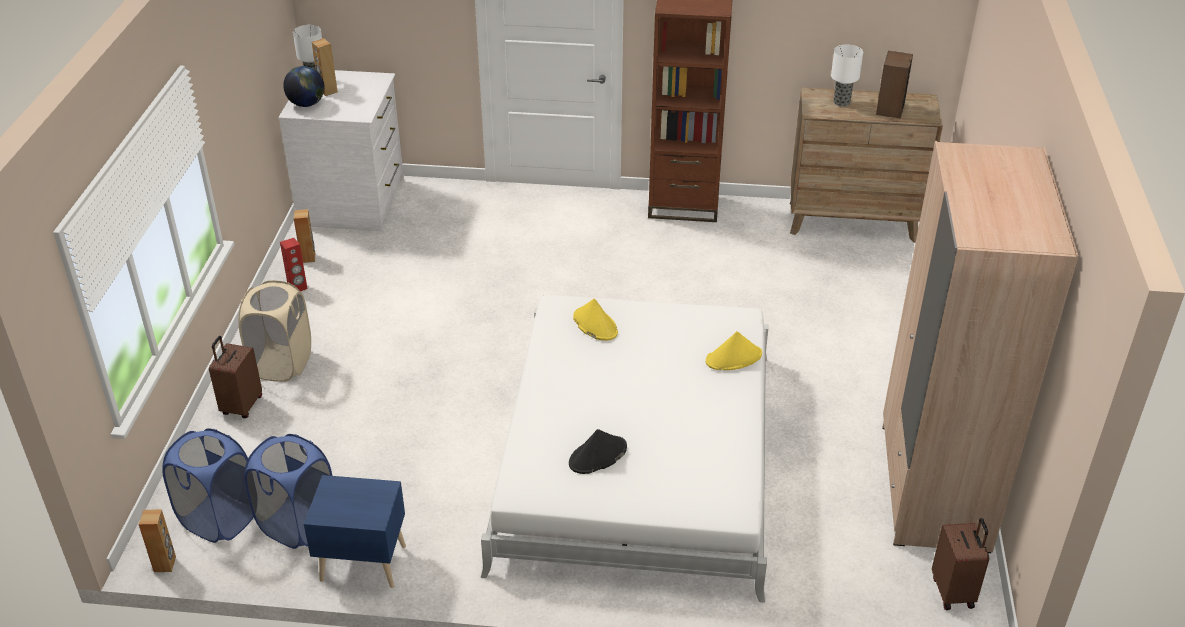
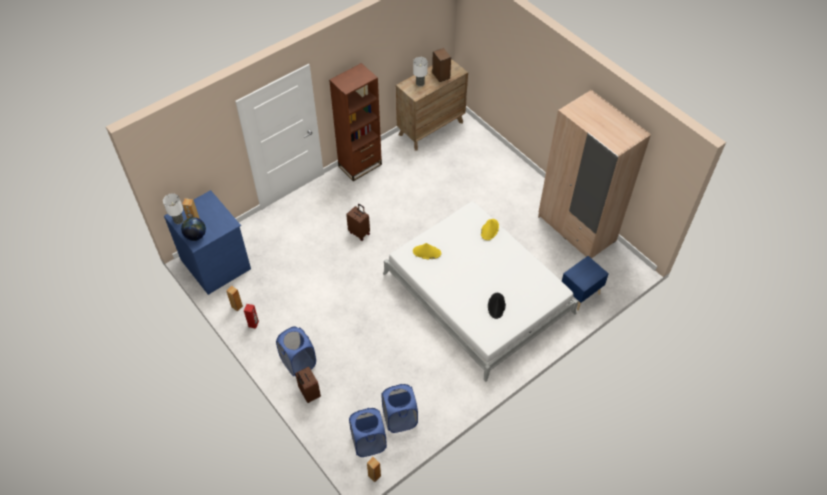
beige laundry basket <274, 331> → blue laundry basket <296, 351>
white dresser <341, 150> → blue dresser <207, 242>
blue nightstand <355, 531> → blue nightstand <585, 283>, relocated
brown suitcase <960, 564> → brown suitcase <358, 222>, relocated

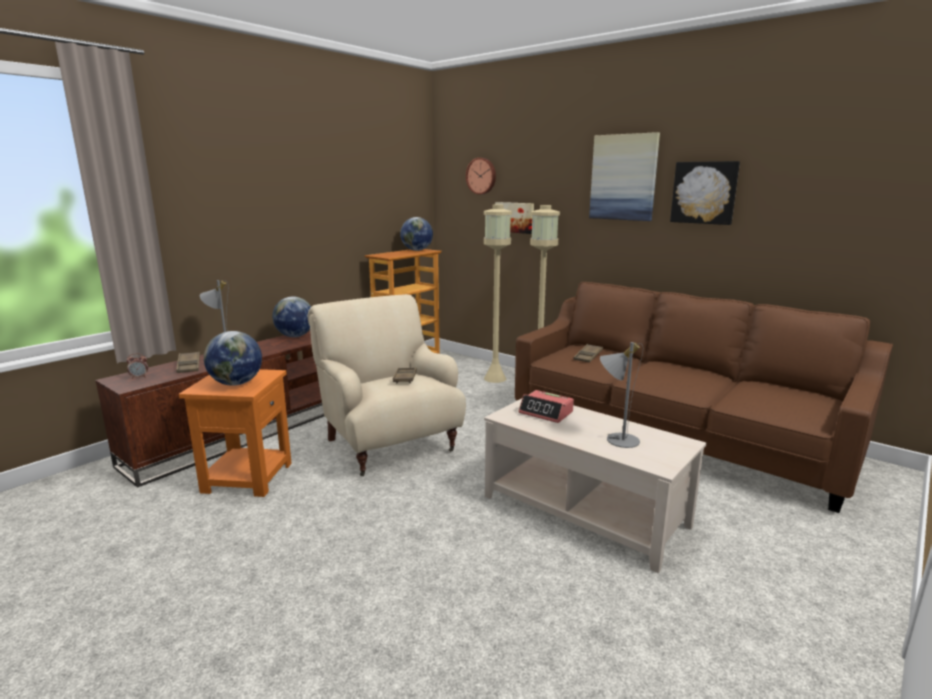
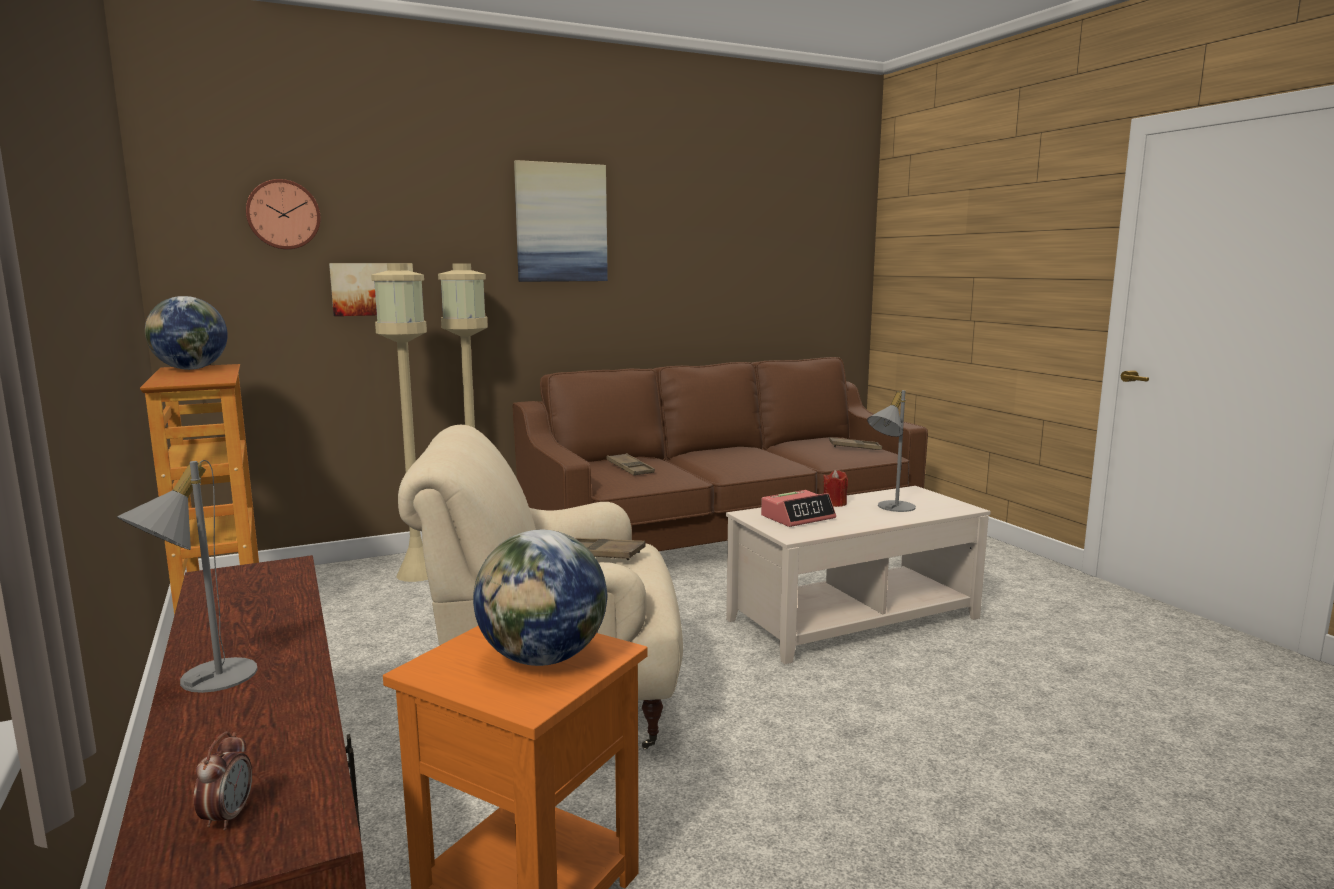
brown tray <188, 362> → brown tray <855, 443>, relocated
globe <291, 316> → -
picture <705, 193> → -
- → red candle <836, 488>

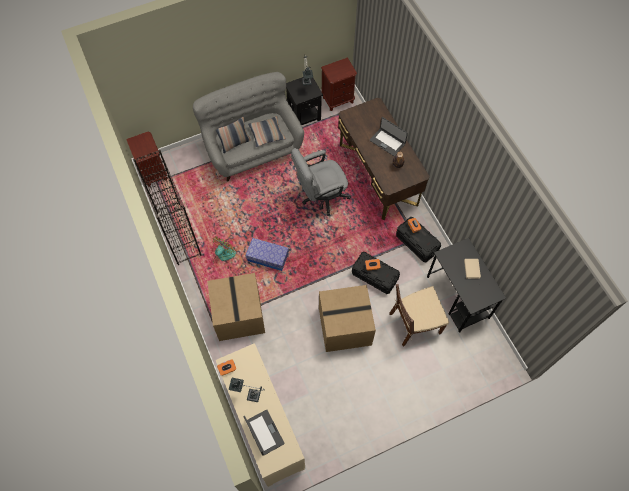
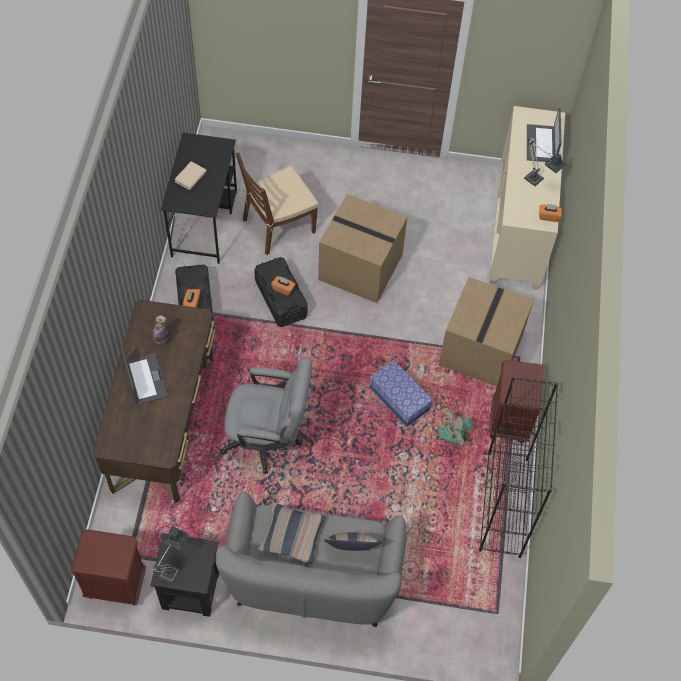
brown nightstand <146, 159> → brown nightstand <516, 402>, relocated
brown chair <419, 315> → brown chair <277, 204>, 135 degrees clockwise

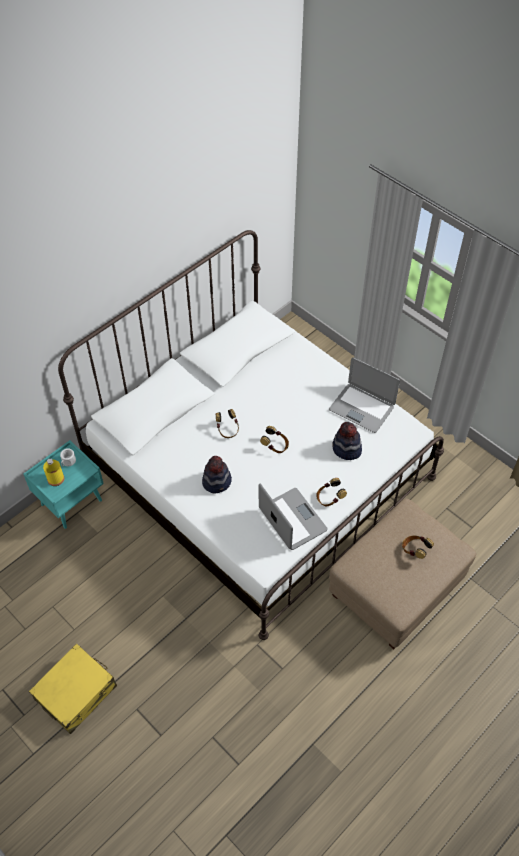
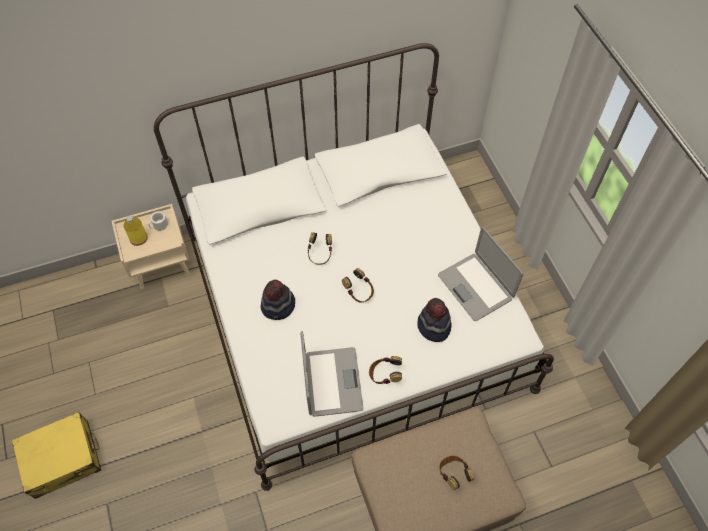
turquoise nightstand <64, 484> → beige nightstand <151, 246>

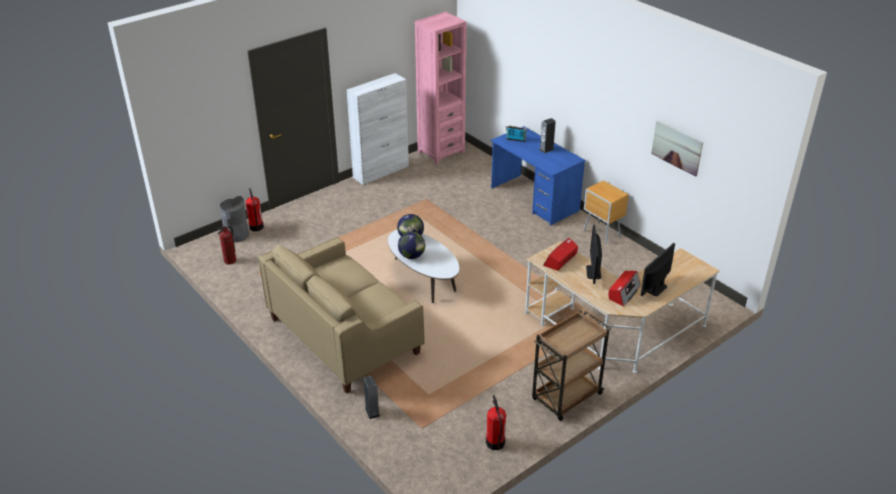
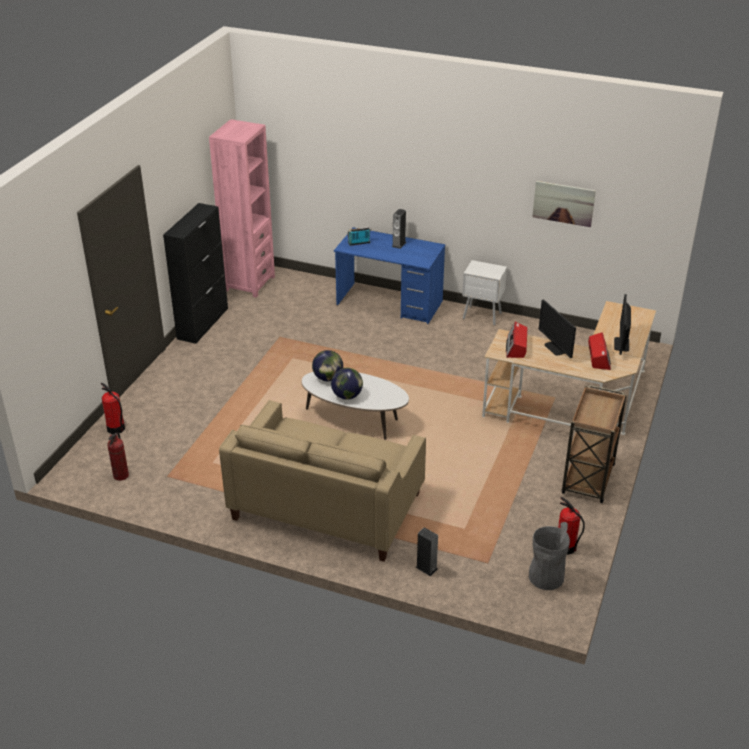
grey trash can <234, 219> → grey trash can <549, 556>, relocated
white cabinet <378, 129> → black cabinet <195, 273>
brown nightstand <606, 212> → white nightstand <484, 293>

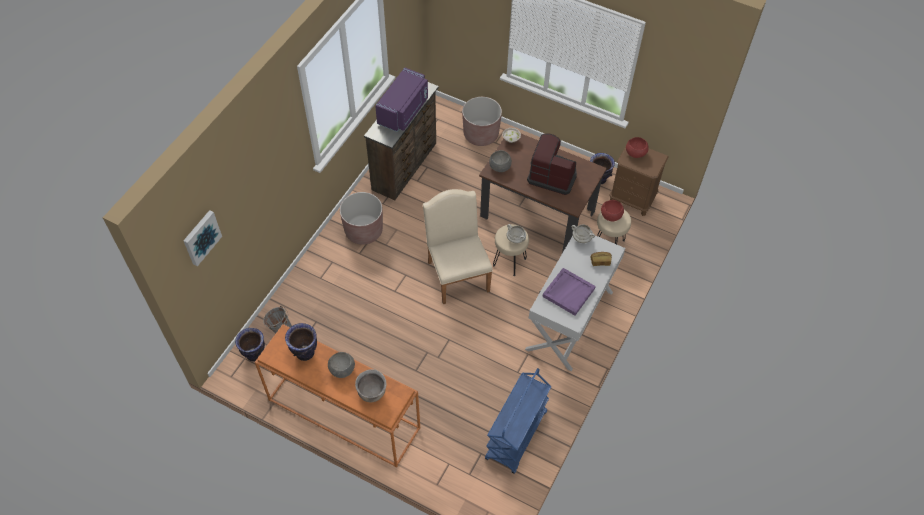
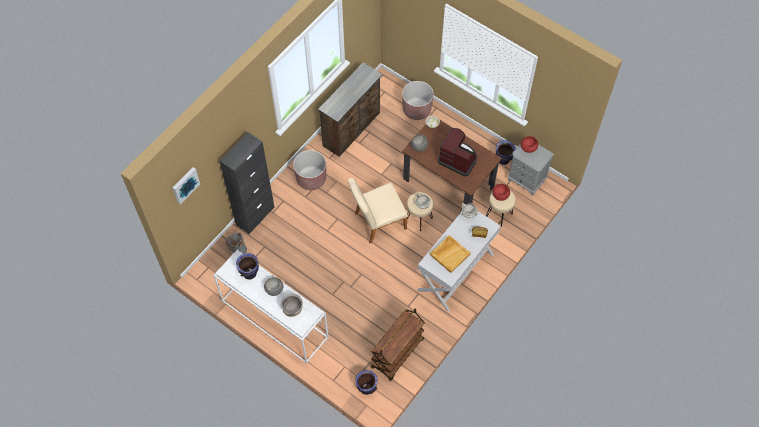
vase <250, 344> → vase <366, 382>, relocated
orange console table <337, 396> → white console table <271, 307>
purple microwave <401, 99> → -
beige chair <458, 246> → beige chair <378, 210>, 105 degrees counterclockwise
blue cart <518, 421> → brown cart <398, 345>
purple tray <569, 292> → beige tray <450, 254>
brown nightstand <639, 181> → grey nightstand <531, 169>
- → black cabinet <247, 183>

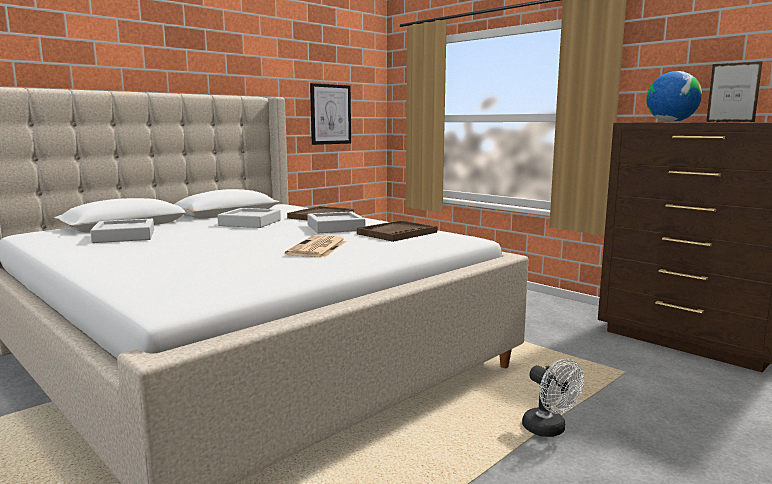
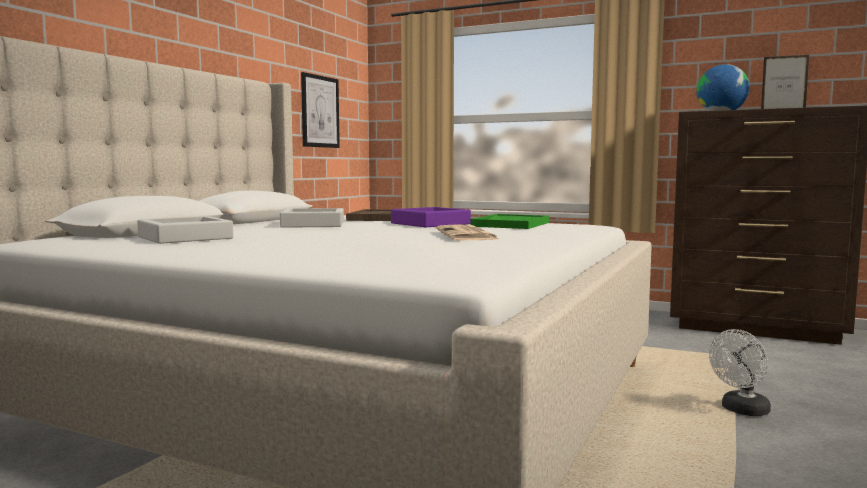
grey tray <336, 222> → purple tray <431, 217>
brown tray <397, 231> → green tray <509, 221>
white fan <553, 398> → white fan <740, 372>, 105 degrees clockwise

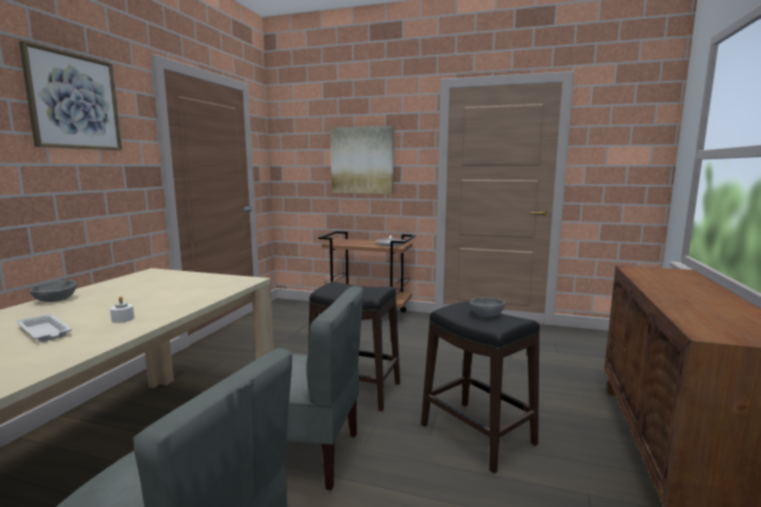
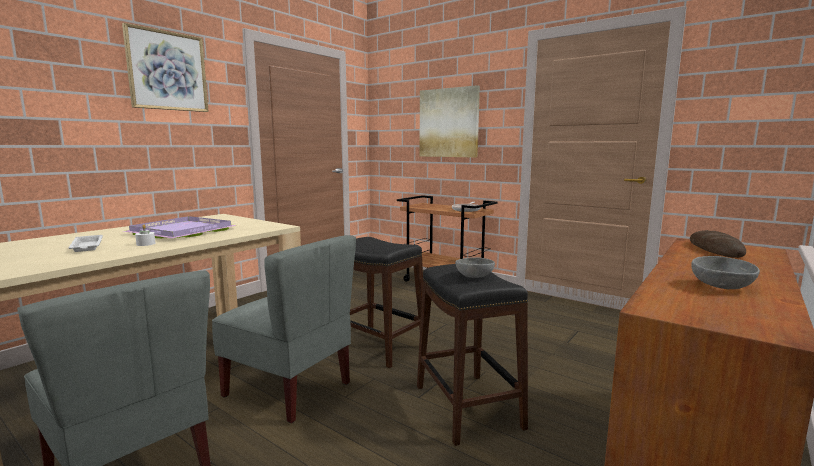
grey bowl <53, 291> → grey bowl <725, 272>, relocated
- → purple tray <180, 227>
- → bread <718, 244>

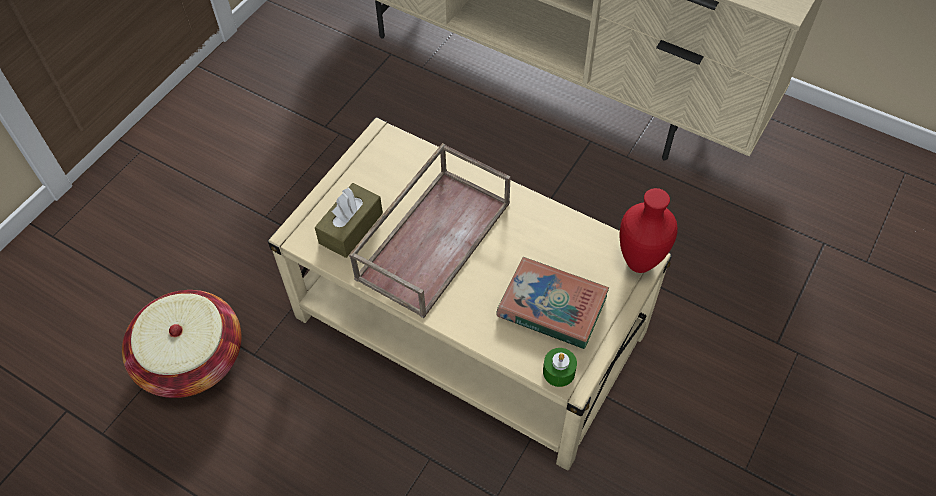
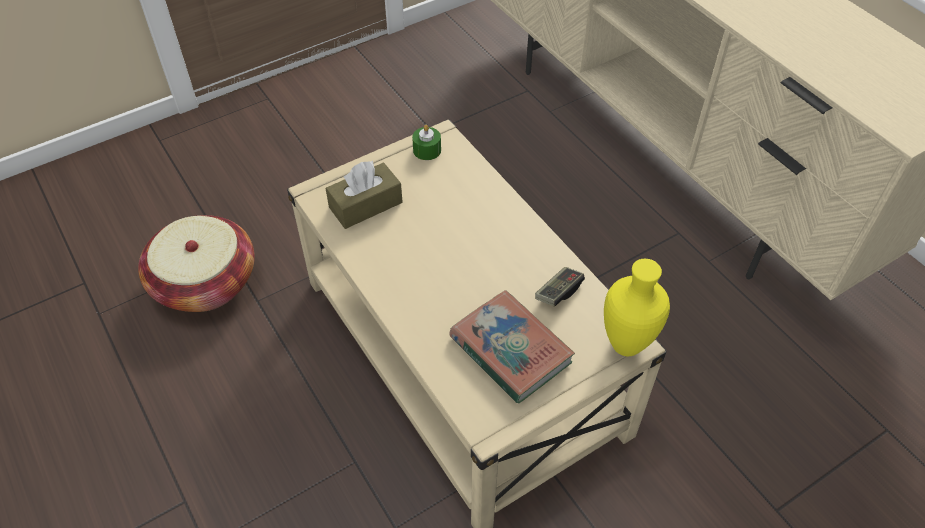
brown tray <430, 230> → -
green candle <560, 367> → green candle <426, 142>, relocated
red vase <649, 230> → yellow vase <637, 308>
- → game controller <560, 286>

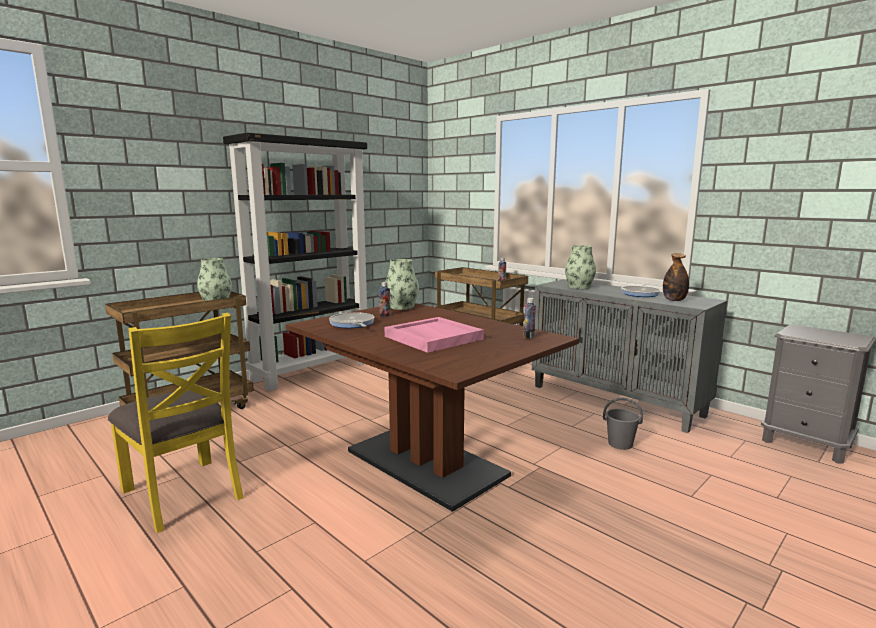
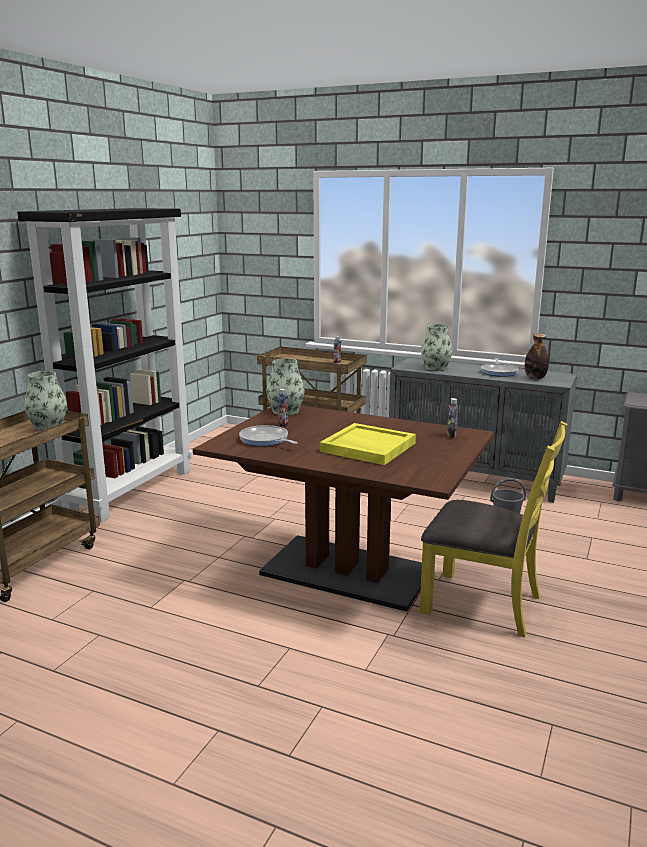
yellow chair <176, 423> → yellow chair <494, 529>, relocated
pink tray <434, 335> → yellow tray <368, 444>

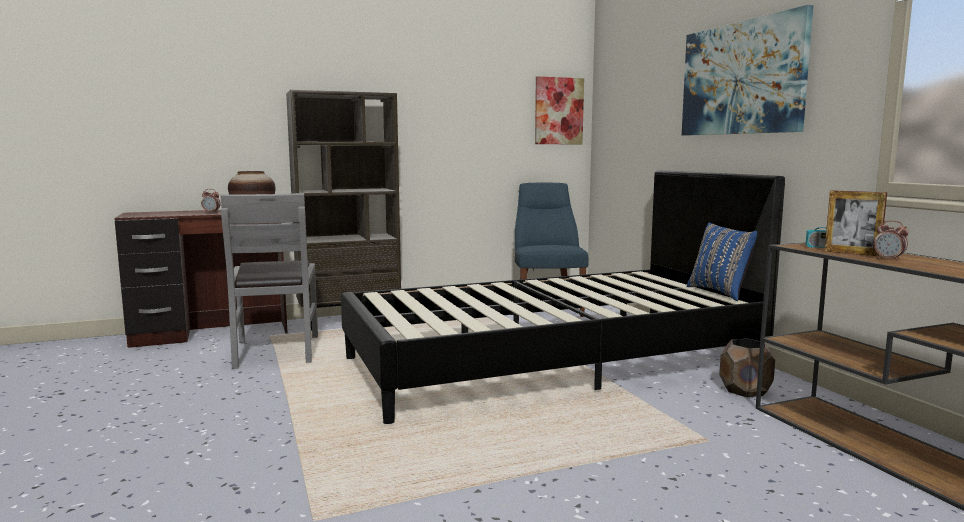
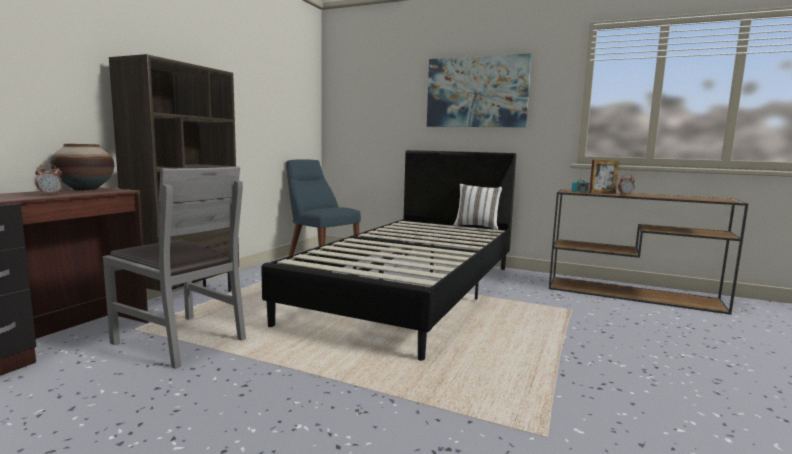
picture <559, 110> → -
blue pillow <722, 262> → white pillow <477, 207>
brown planter <747, 368> → -

